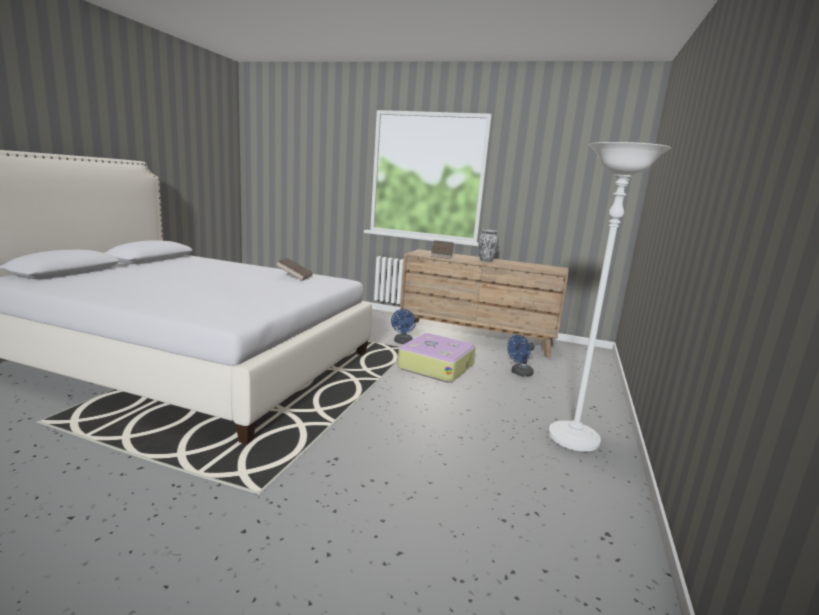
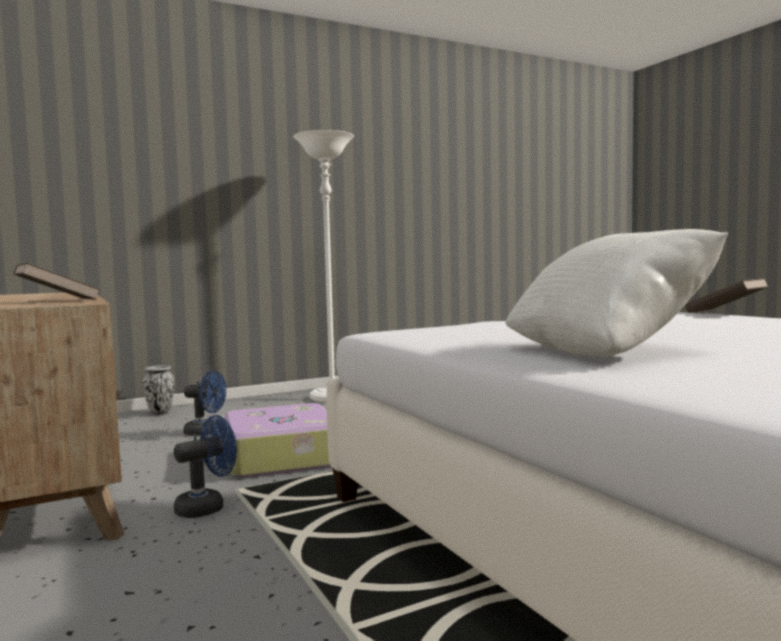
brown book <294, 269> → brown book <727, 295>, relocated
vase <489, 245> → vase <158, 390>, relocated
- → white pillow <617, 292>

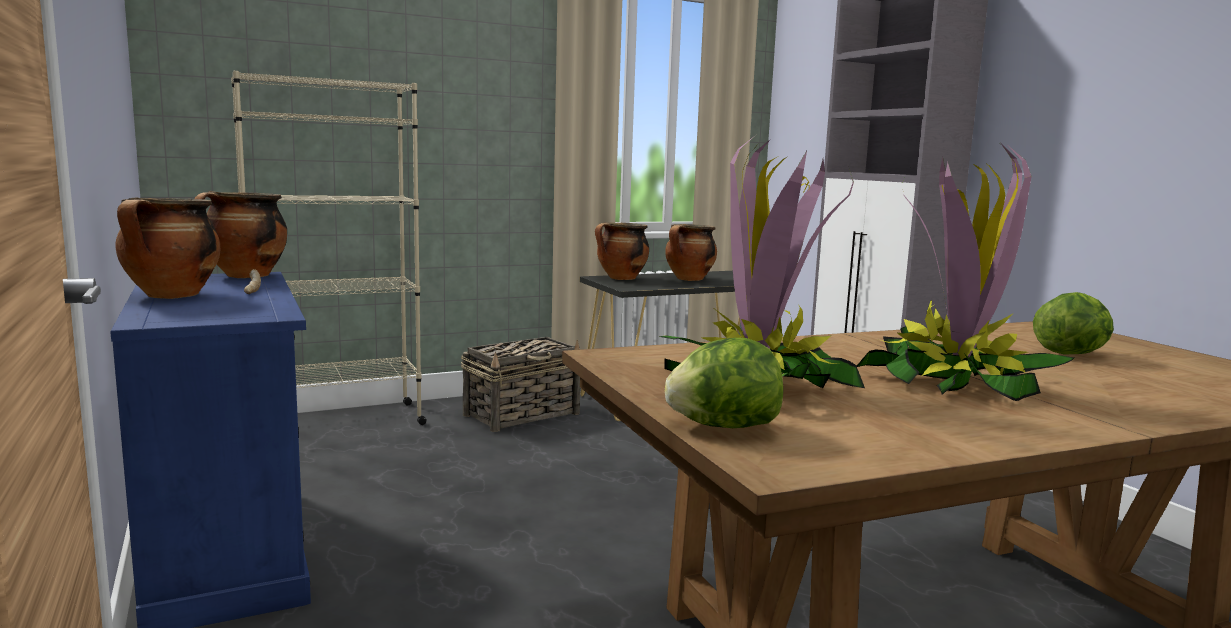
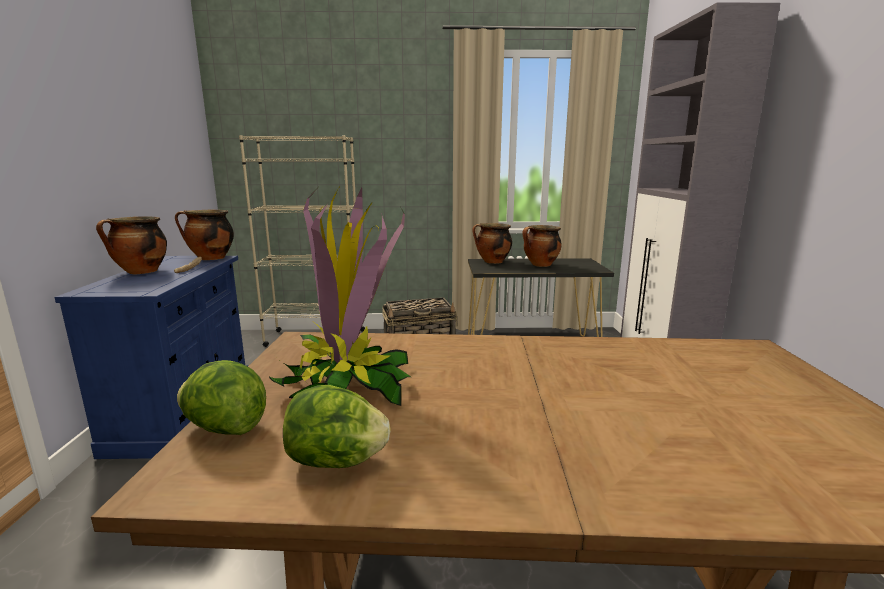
potted plant <966, 273> → -
lettuce <1073, 323> → lettuce <337, 426>, relocated

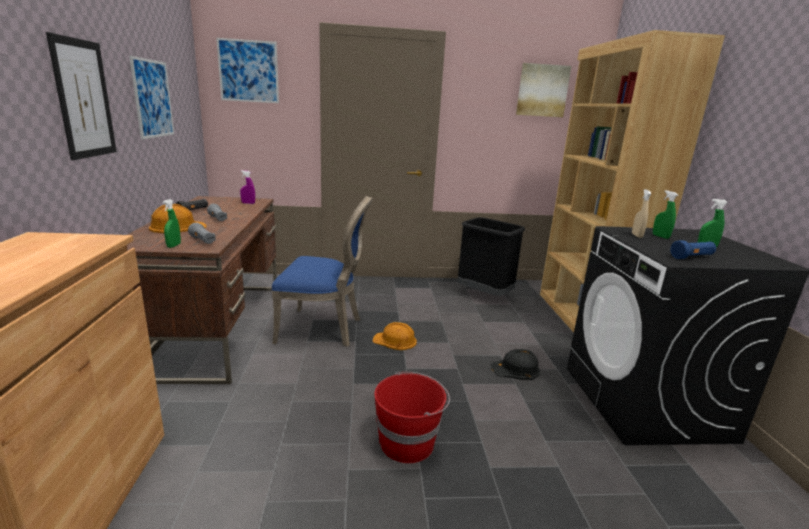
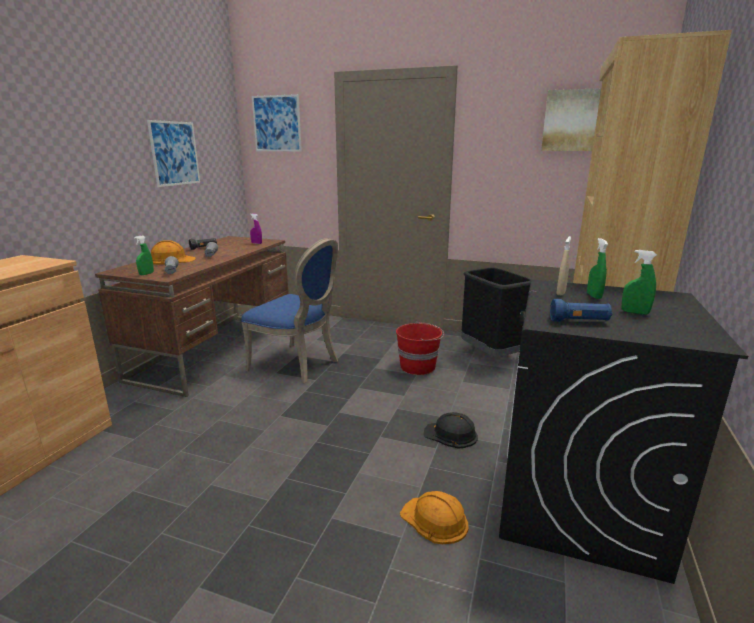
picture <81, 96> → -
orange hard hat <394, 336> → orange hard hat <434, 517>, relocated
red bucket <412, 417> → red bucket <420, 348>, relocated

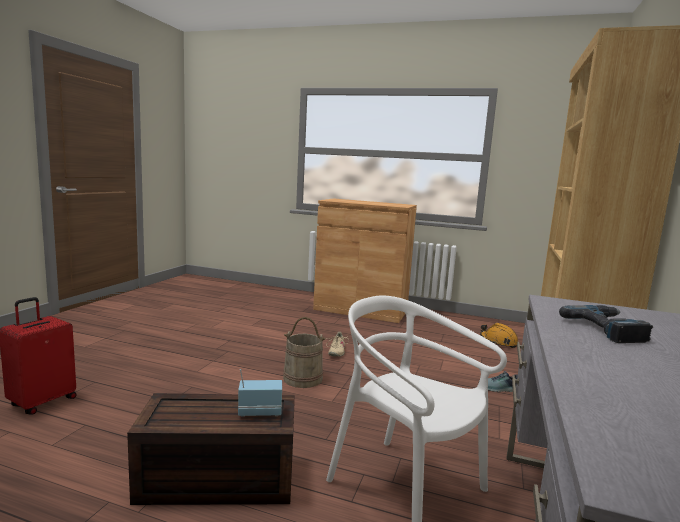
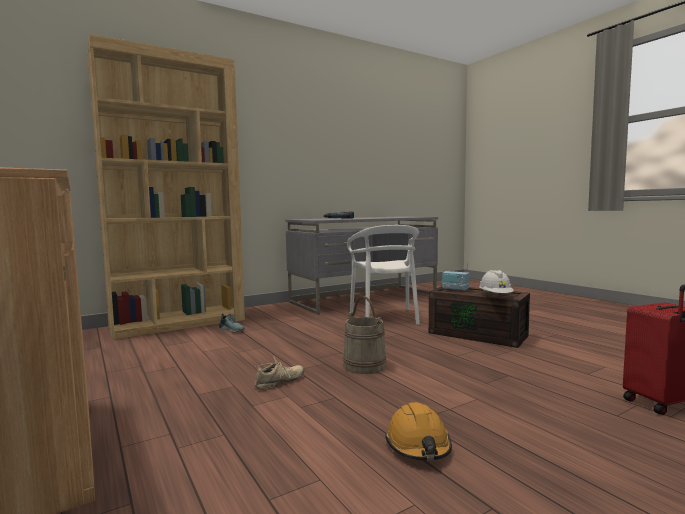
orange hard hat <499, 335> → orange hard hat <418, 431>, relocated
- → white hard hat <496, 281>

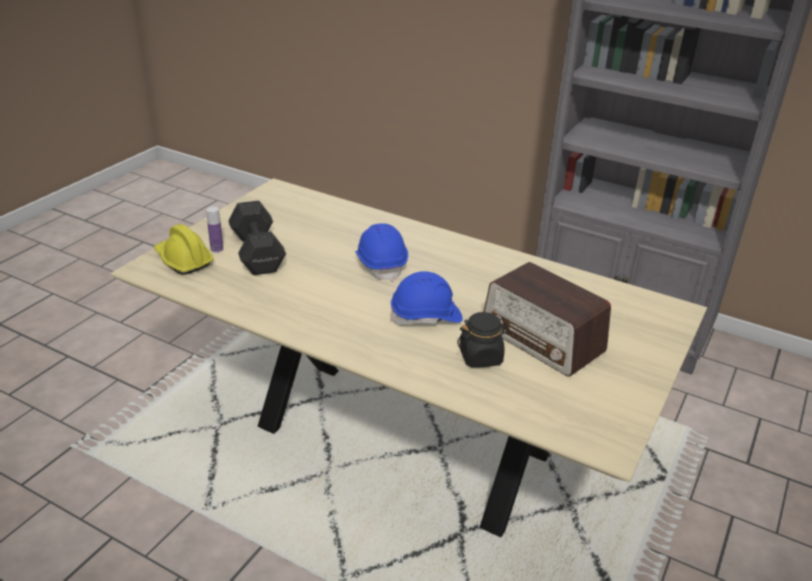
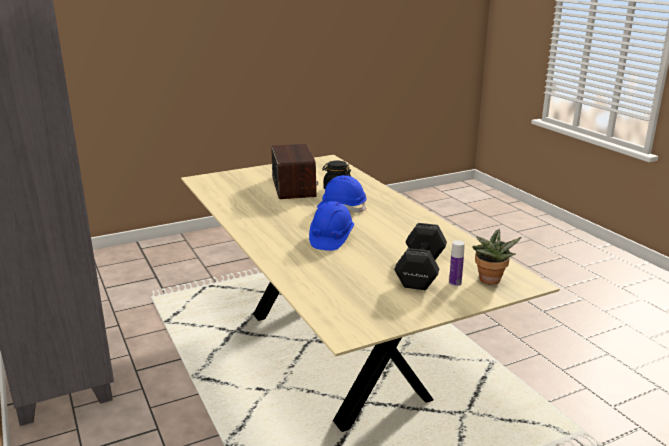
yellow hard hat <184, 249> → potted plant <497, 257>

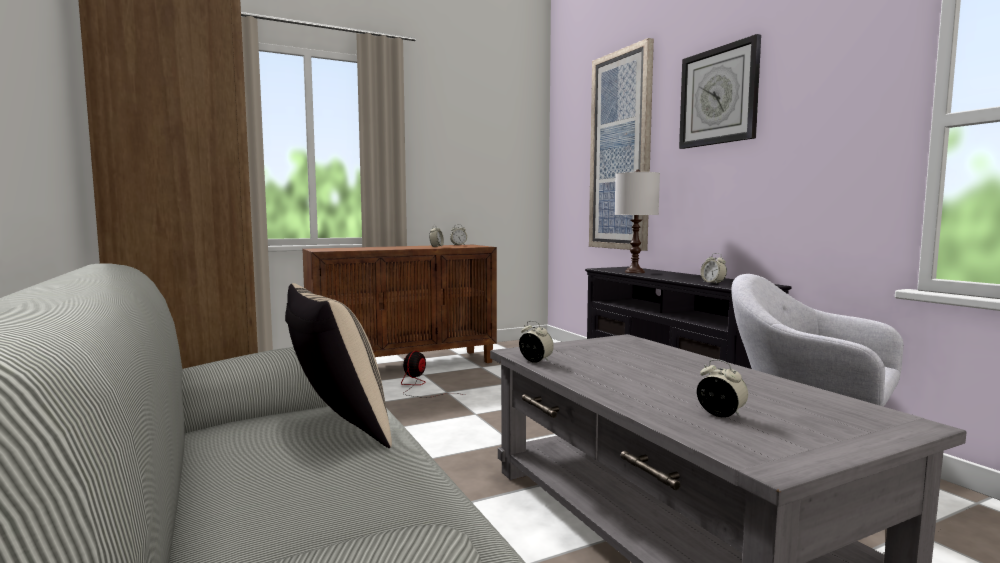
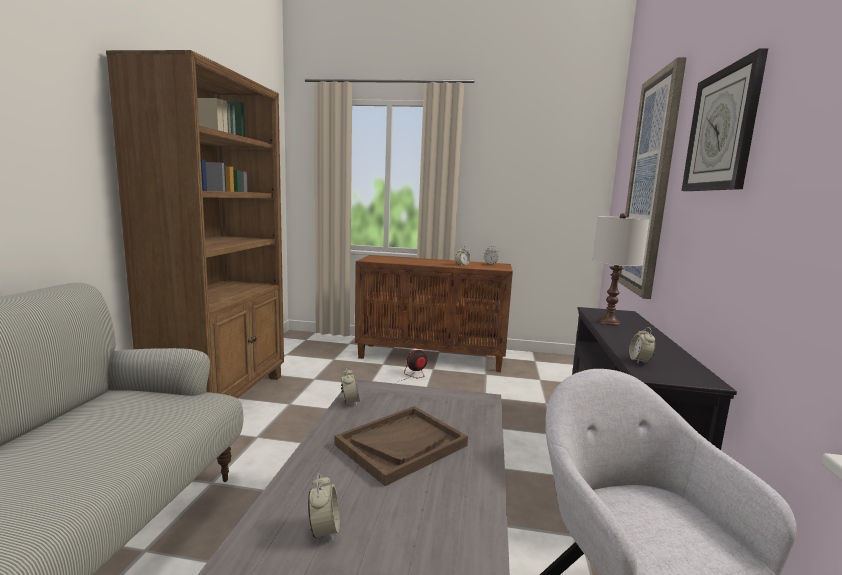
beige pillow <338, 365> → -
- → brown tray <401, 446>

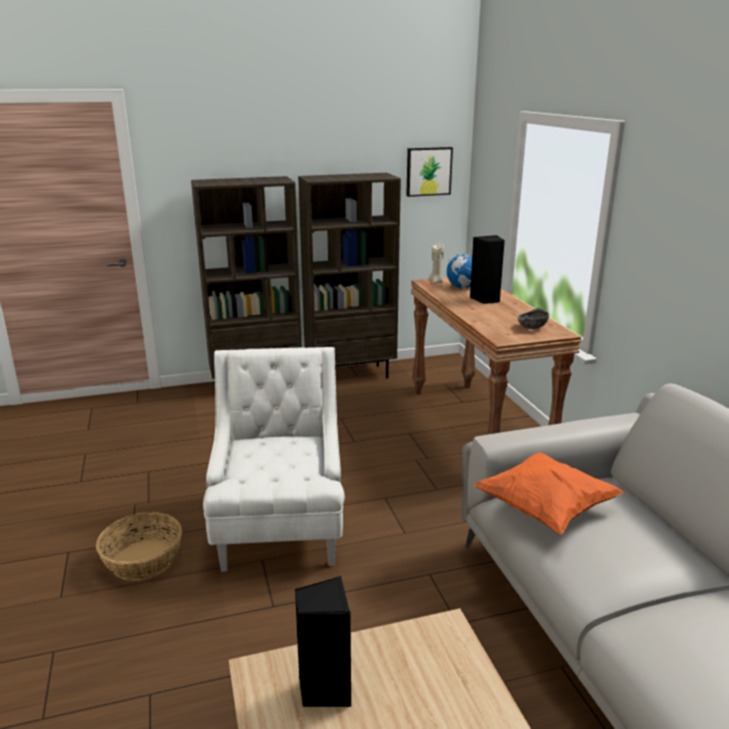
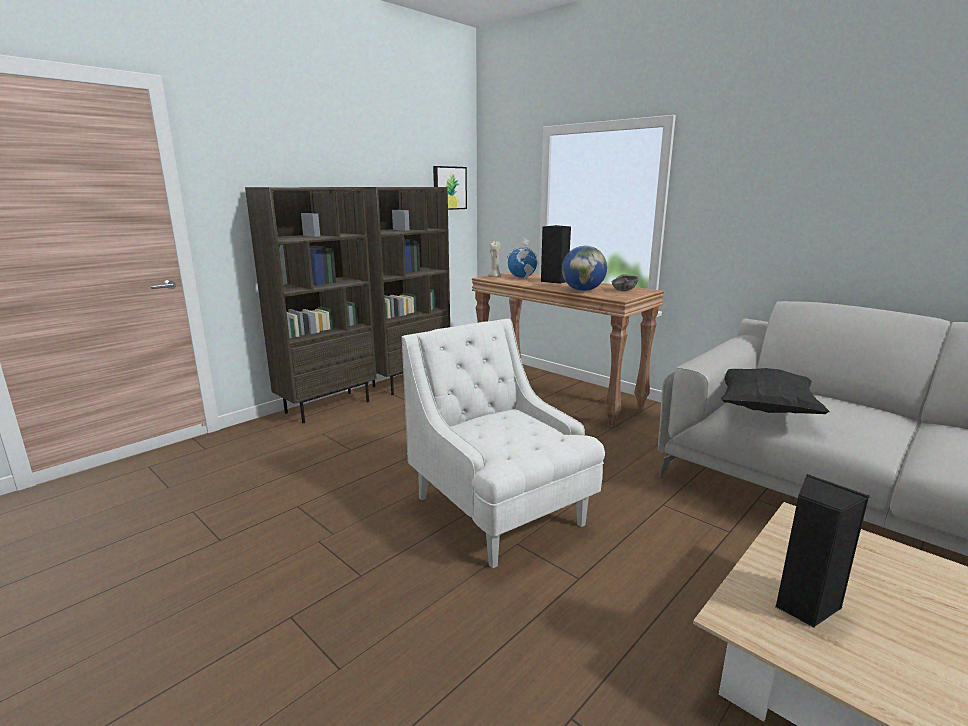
basket <139, 546> → -
orange pillow <548, 493> → black pillow <775, 391>
- → globe <584, 268>

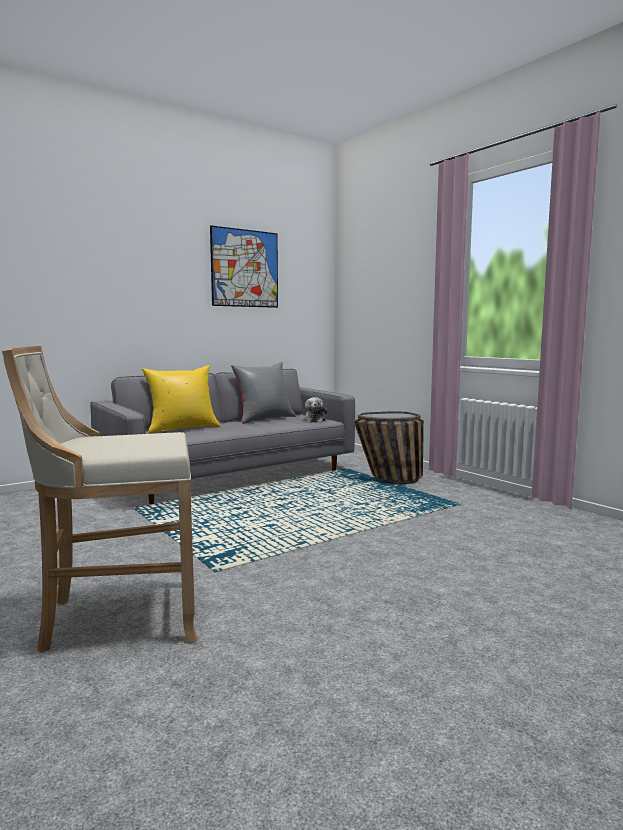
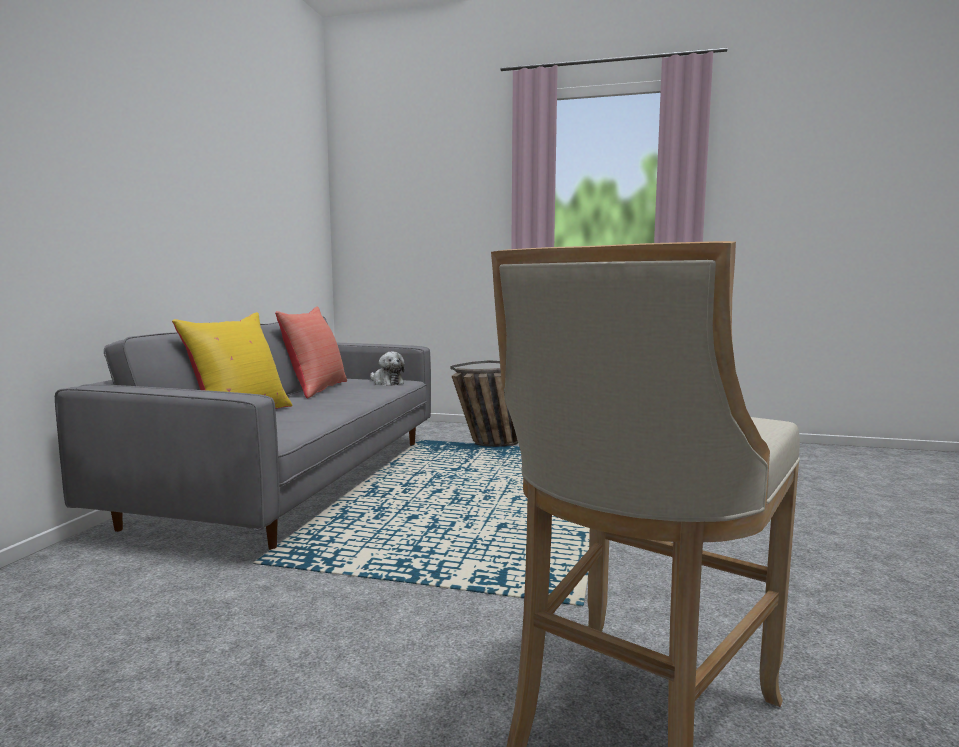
picture <244, 266> → -
grey pillow <263, 393> → red pillow <311, 352>

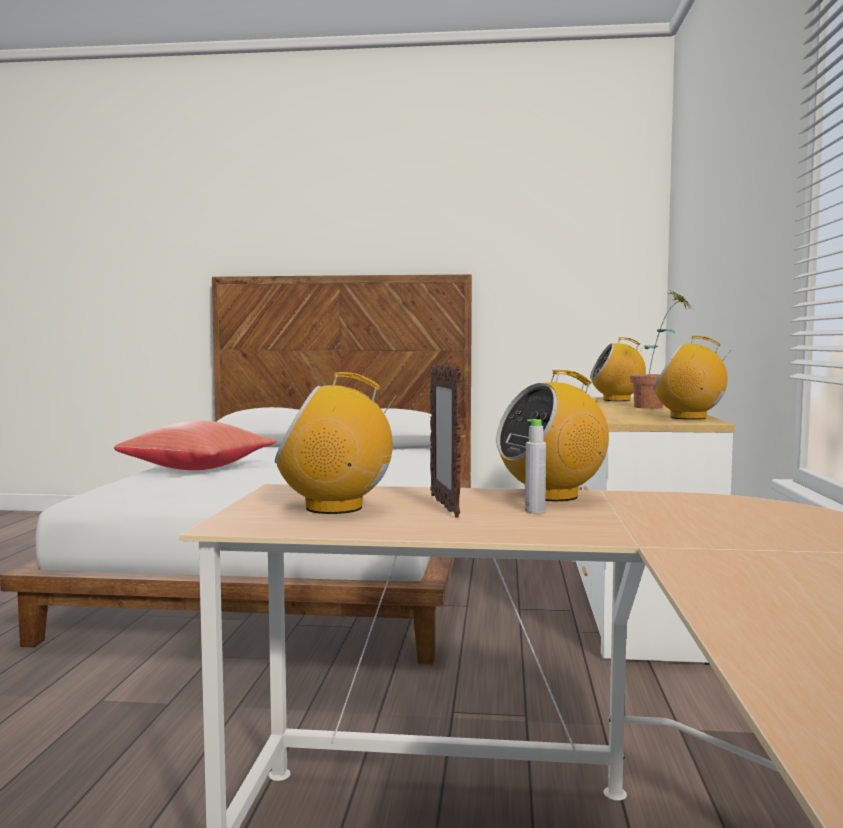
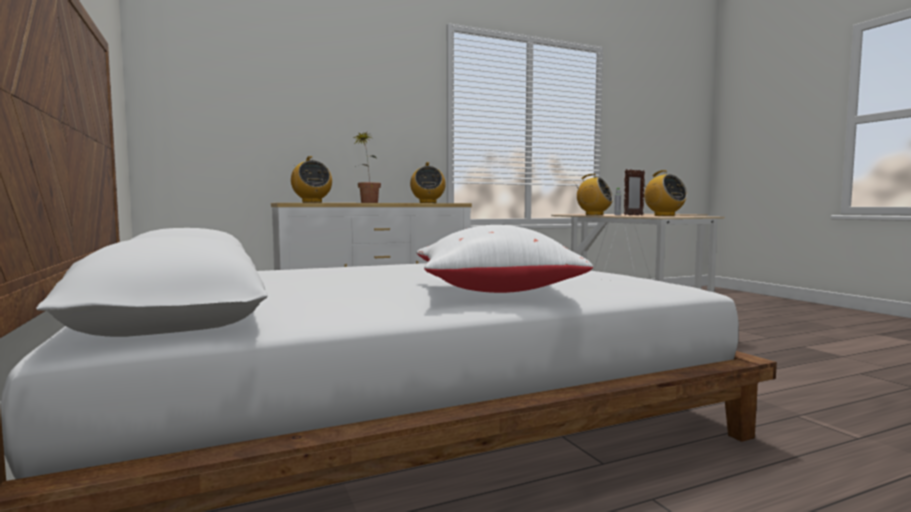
red pillow <195, 445> → white pillow <504, 259>

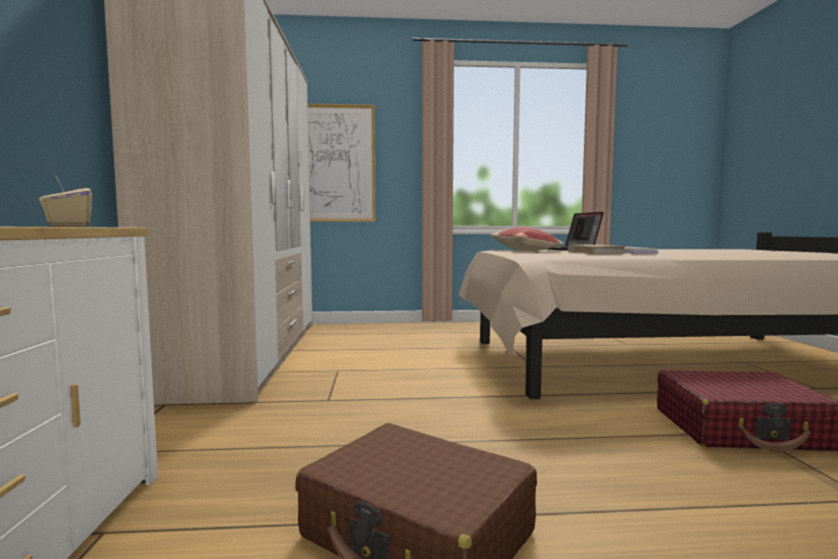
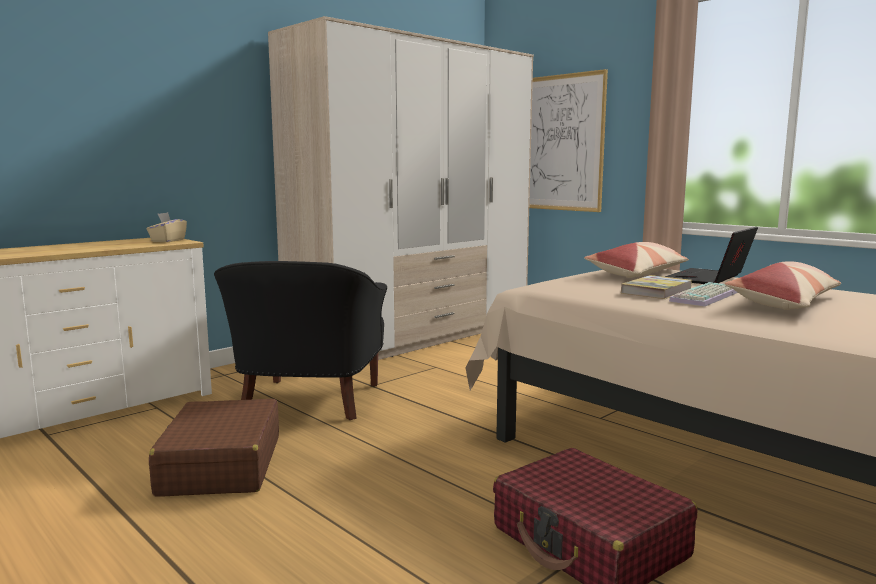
- → black armchair <300, 340>
- → pillow <783, 285>

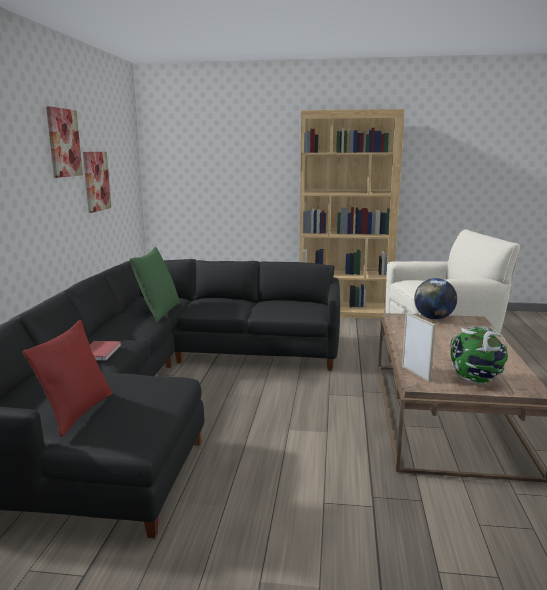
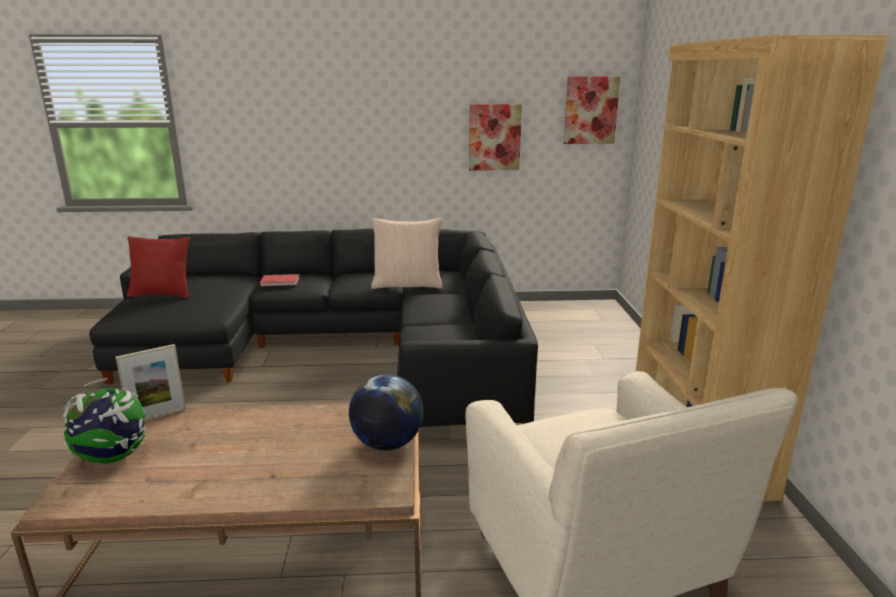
picture <64, 142> → picture <591, 110>, relocated
green pillow <155, 284> → beige pillow <407, 253>

